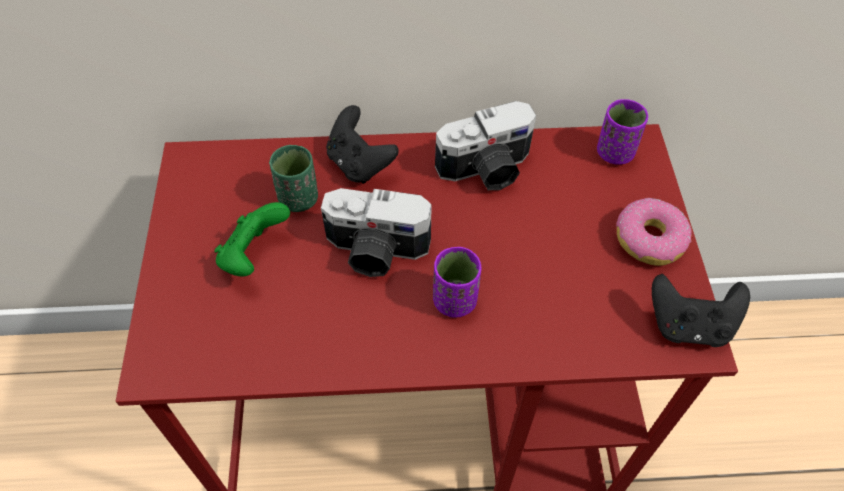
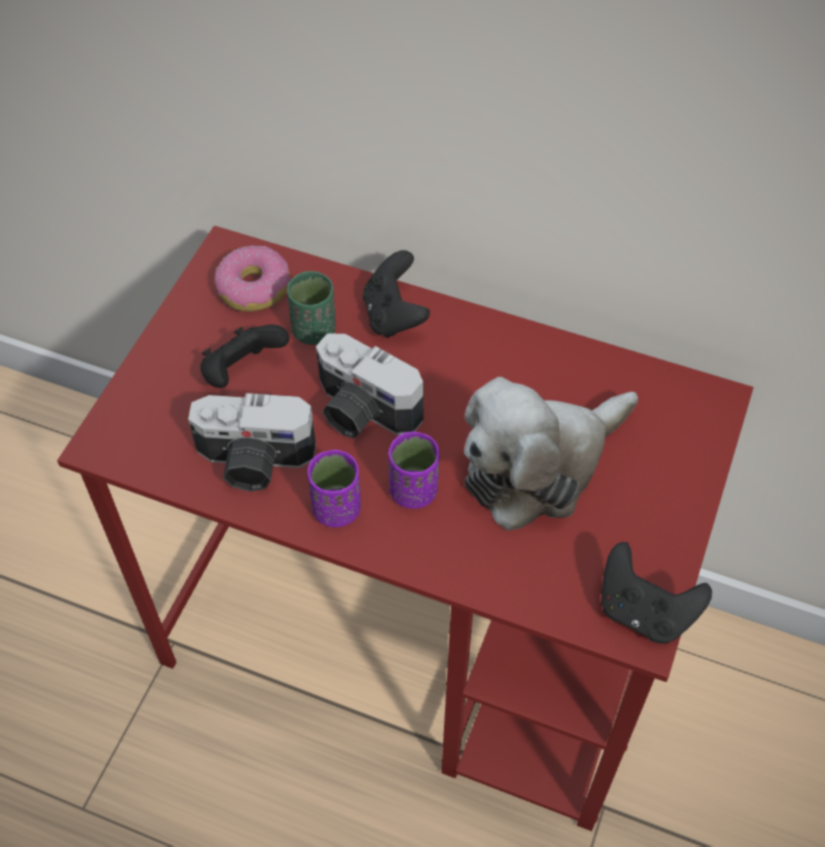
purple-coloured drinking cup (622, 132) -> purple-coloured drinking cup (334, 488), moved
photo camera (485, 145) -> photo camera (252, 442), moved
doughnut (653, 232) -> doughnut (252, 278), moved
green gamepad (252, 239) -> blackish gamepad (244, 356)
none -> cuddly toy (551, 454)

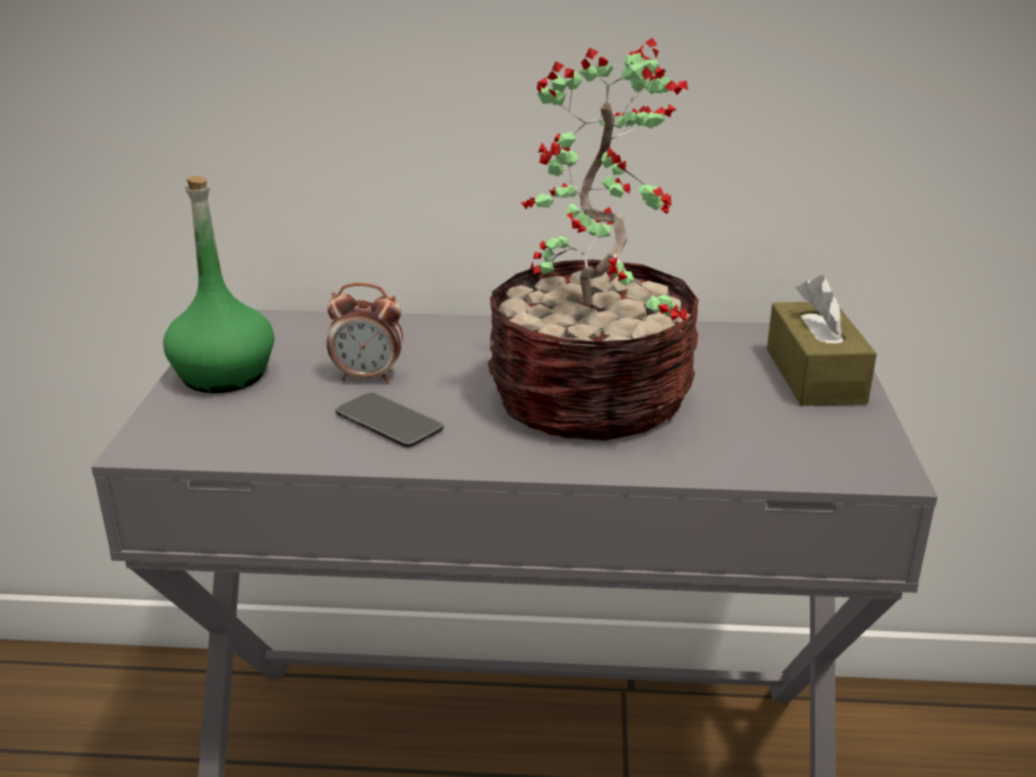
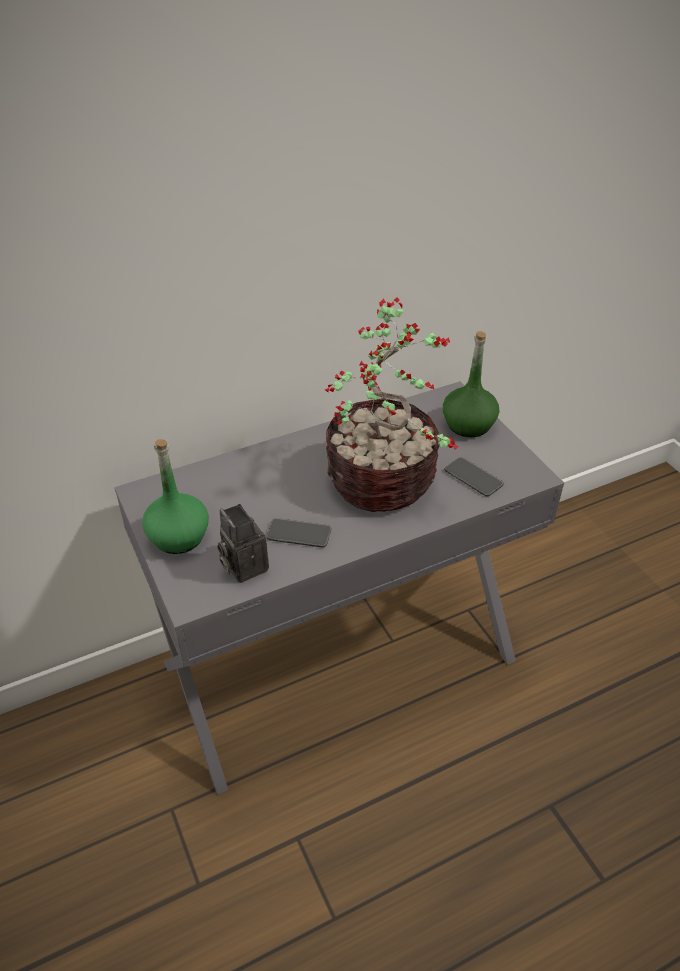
brown-coloured box of tissues (822, 340) -> green bottle (471, 384)
table clock (365, 333) -> none
none -> telephone (474, 476)
none -> photo camera (243, 543)

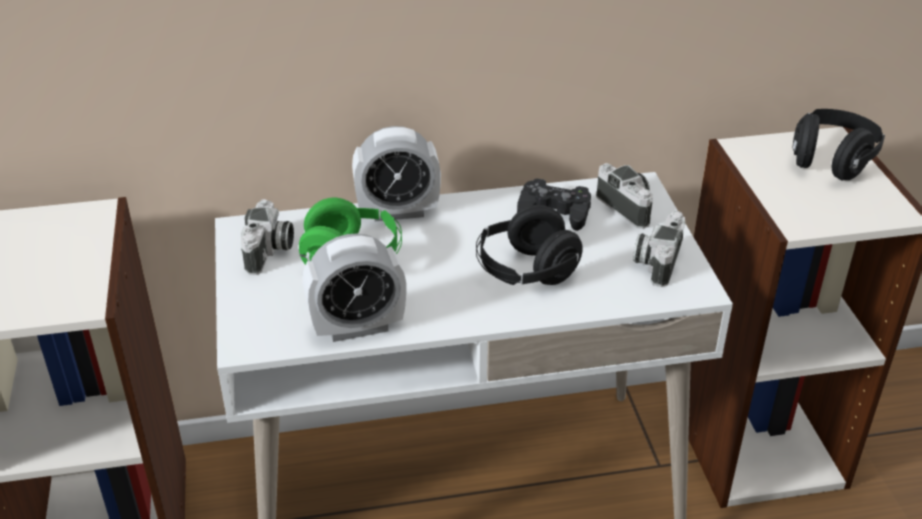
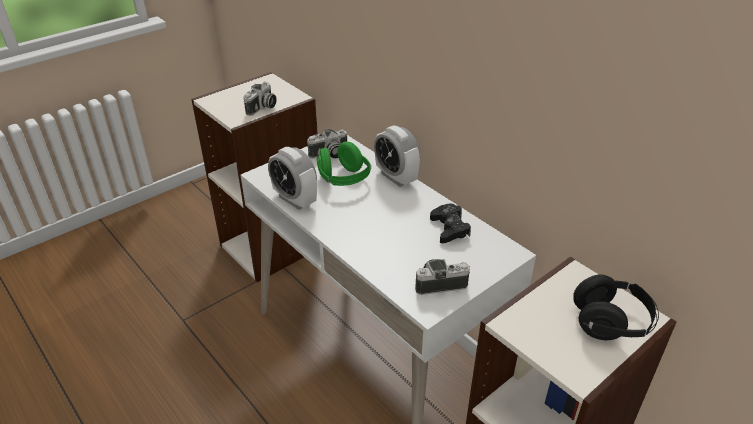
photo camera (624, 196) -> photo camera (260, 98), moved
blackish headset (529, 245) -> none

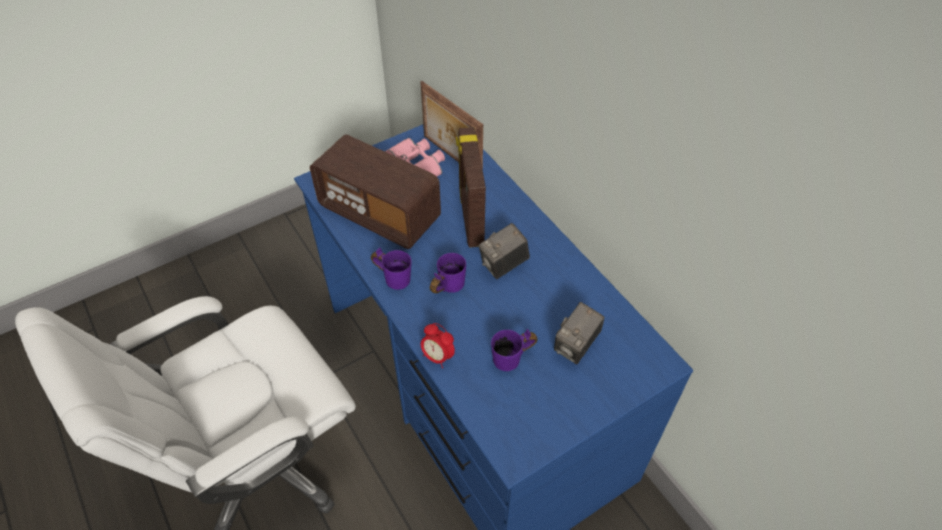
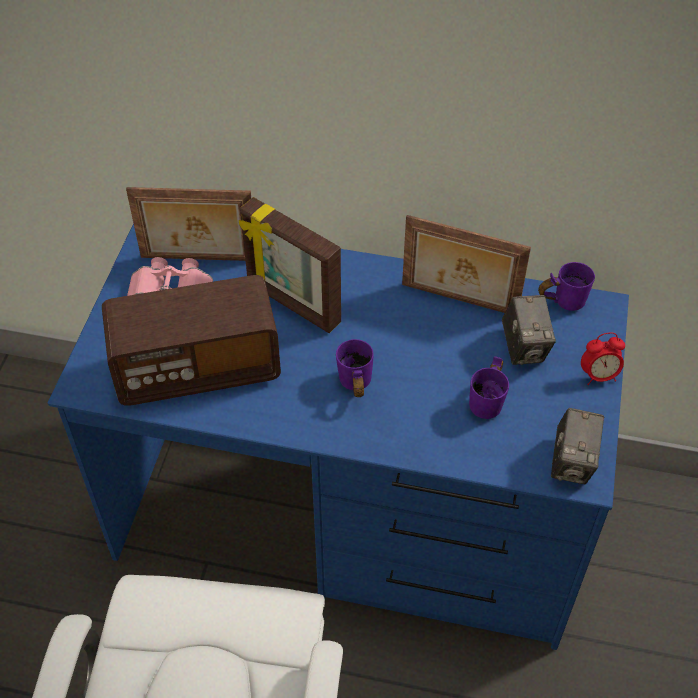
photo camera (504, 251) -> photo camera (578, 446), moved
purple-coloured tea mug (391, 269) -> purple-coloured tea mug (566, 286), moved
table clock (438, 345) -> table clock (603, 359), moved
none -> standing frame (466, 264)

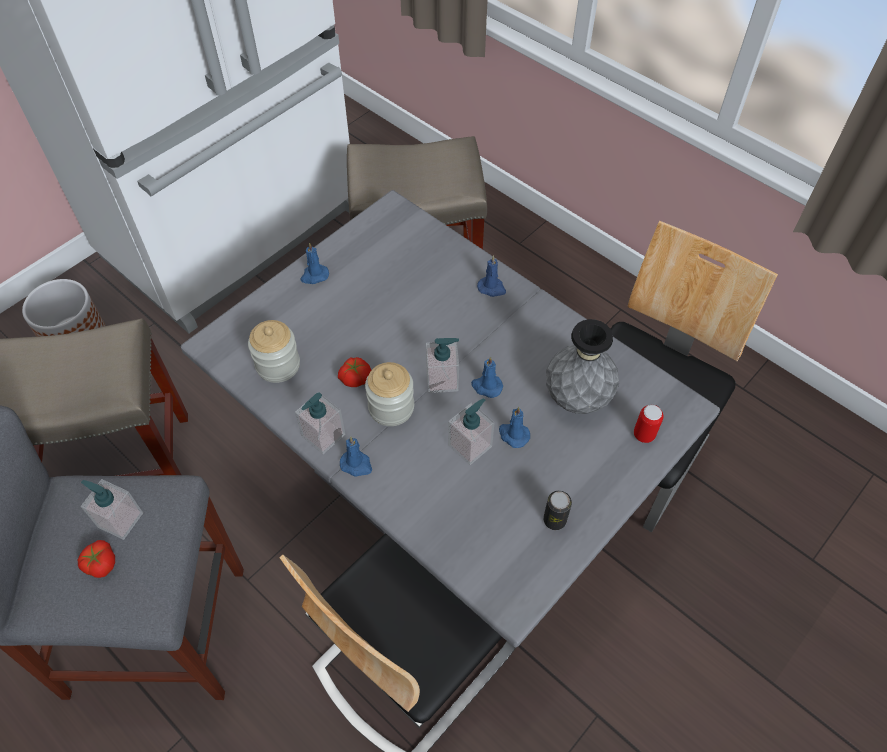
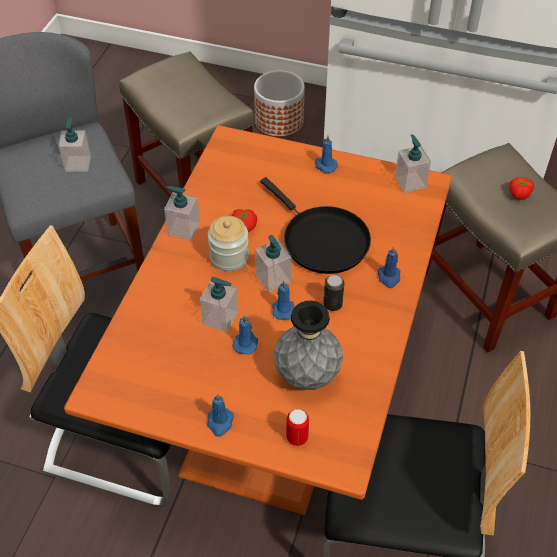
greyish dining table (450, 418) -> orangey dining table (258, 320)
jar (274, 351) -> none
blue-coloured wax candle (356, 456) -> blue-coloured wax candle (221, 415), moved
can (557, 510) -> can (333, 293), moved
whole tomato (96, 559) -> whole tomato (521, 188), moved
none -> soap bottle (413, 163)
none -> blackish pan (316, 225)

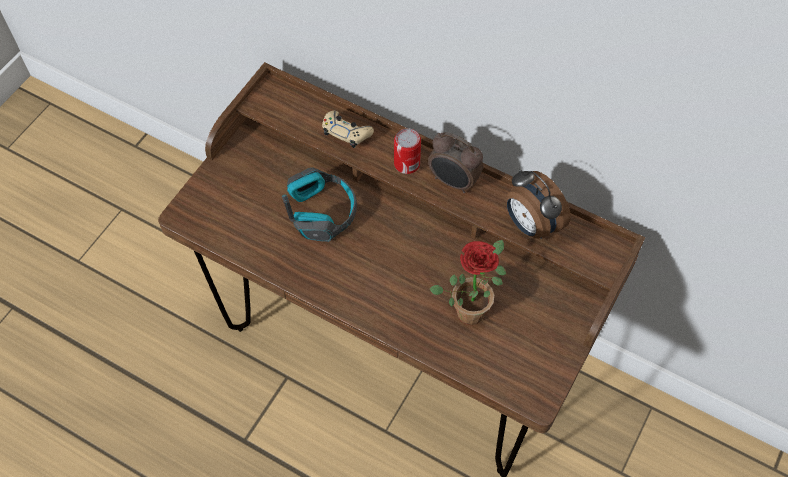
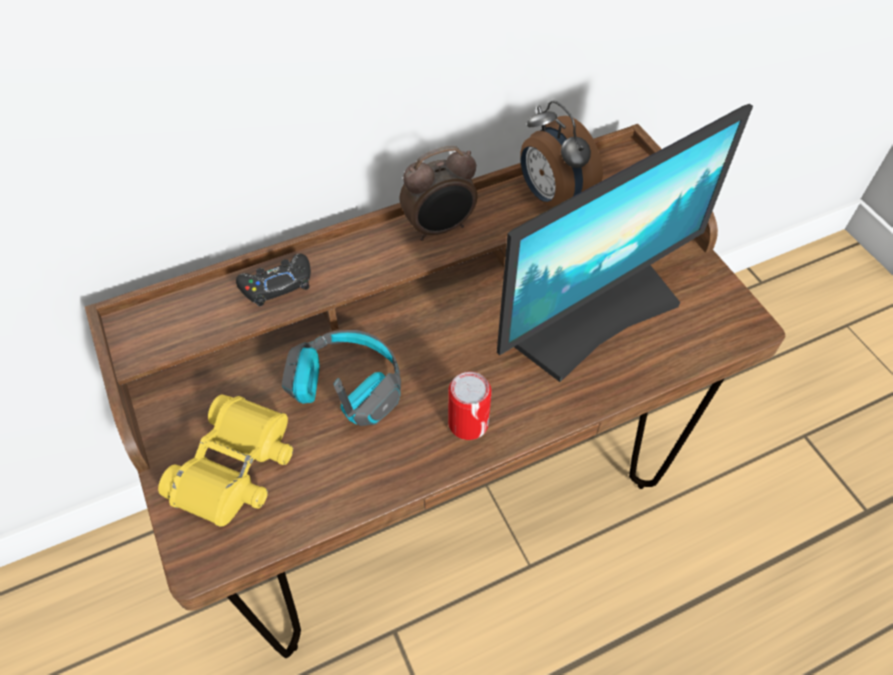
sand-coloured gamepad (348, 129) -> blackish gamepad (273, 280)
can (407, 151) -> can (469, 406), moved
table clock (538, 204) -> table clock (562, 154), 60 degrees clockwise
potted plant (467, 282) -> computer display (625, 243)
none -> yellow field glasses (225, 461)

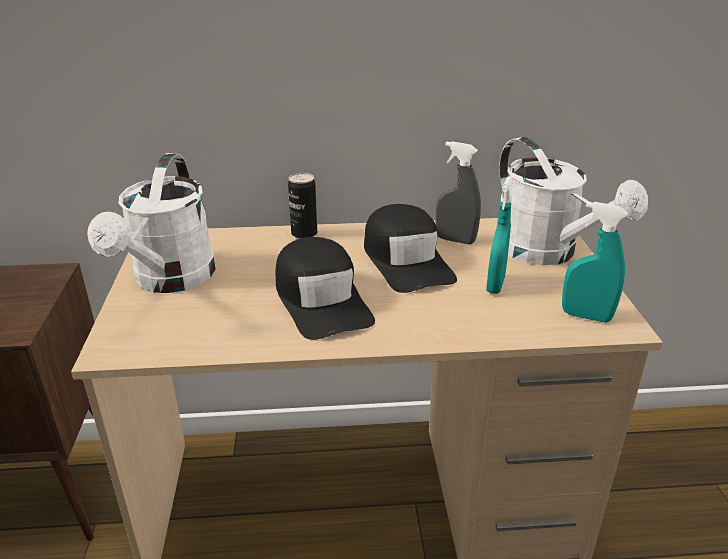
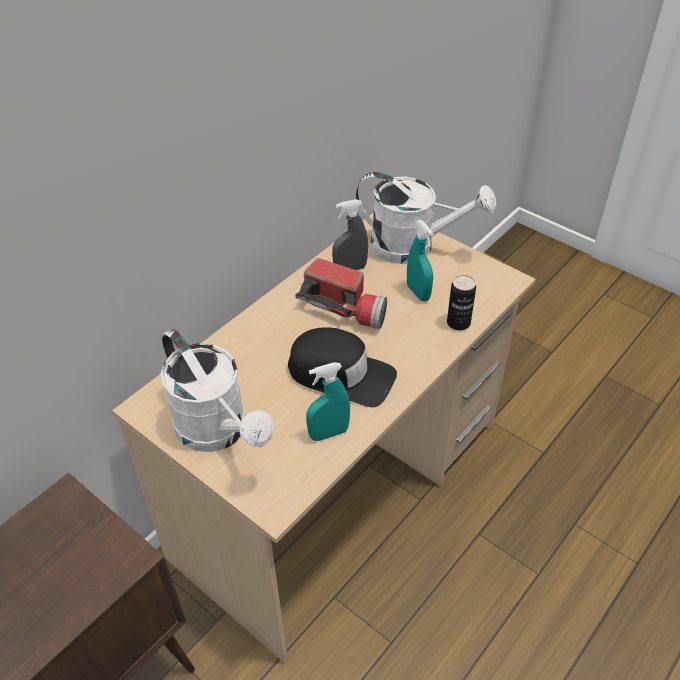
can (302, 206) -> can (461, 302), moved
blue-green spray bottle (595, 262) -> blue-green spray bottle (328, 401), moved
blackish baseball cap (410, 248) -> hand torch (341, 293)

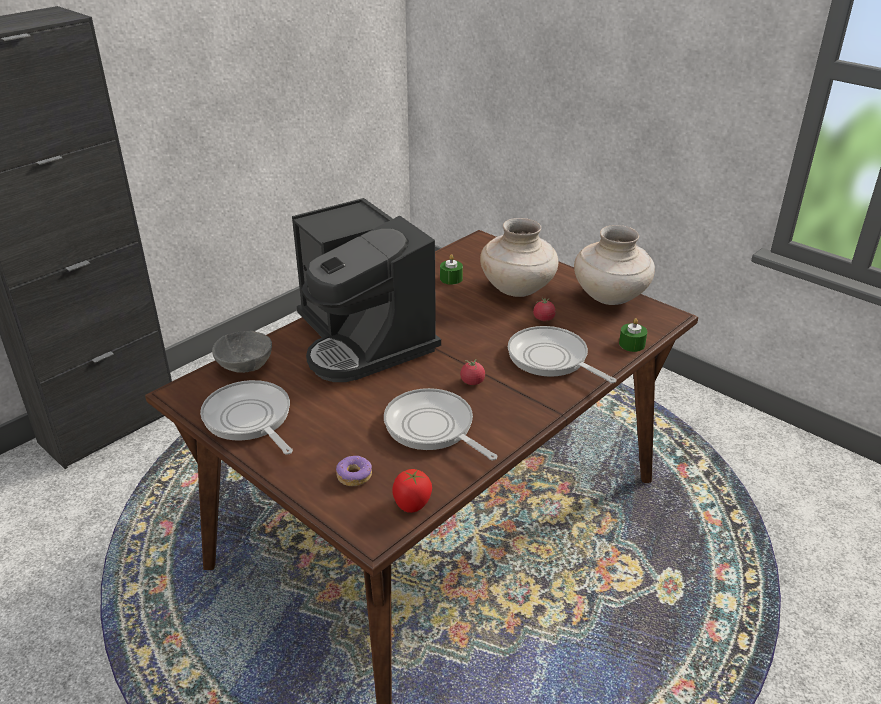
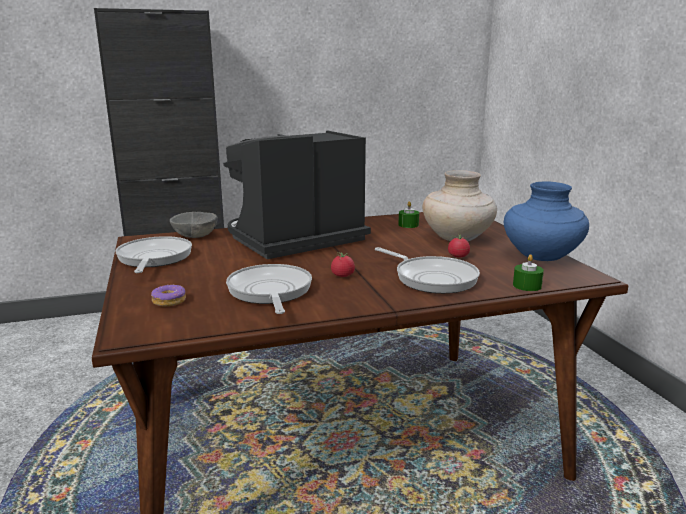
coffee machine (366, 290) -> coffee machine (297, 195), 60 degrees clockwise
sand-coloured vase (614, 265) -> blue-coloured vase (546, 221)
pan (562, 354) -> pan (427, 270), 150 degrees clockwise
whole tomato (412, 491) -> none

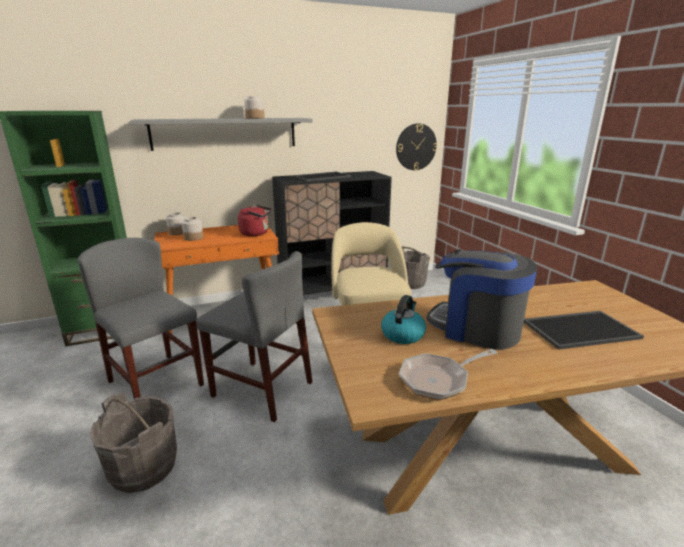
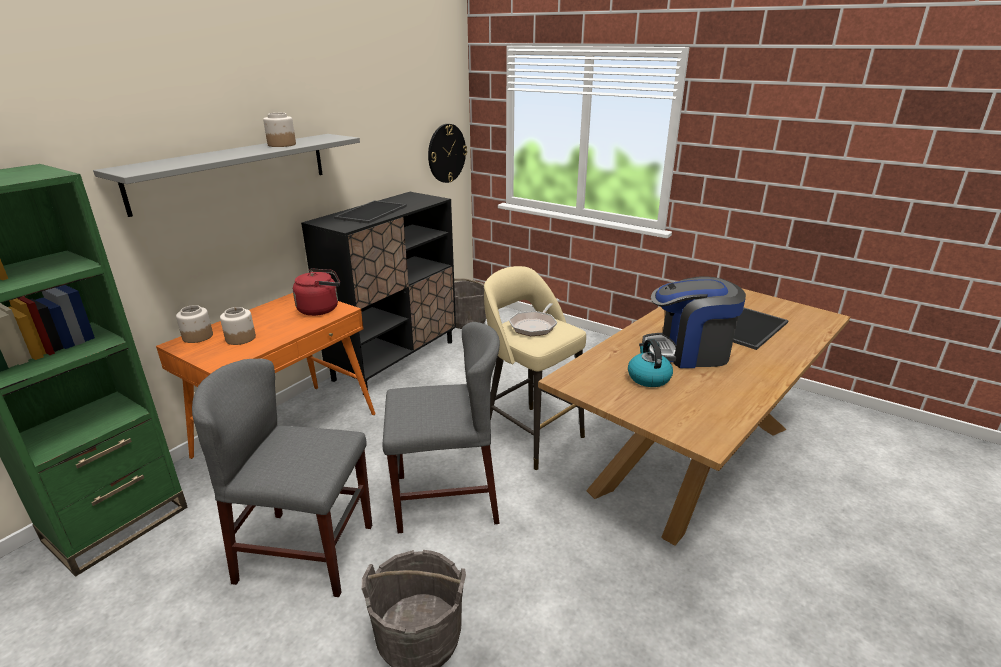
pan (448, 374) -> pan (534, 317), moved

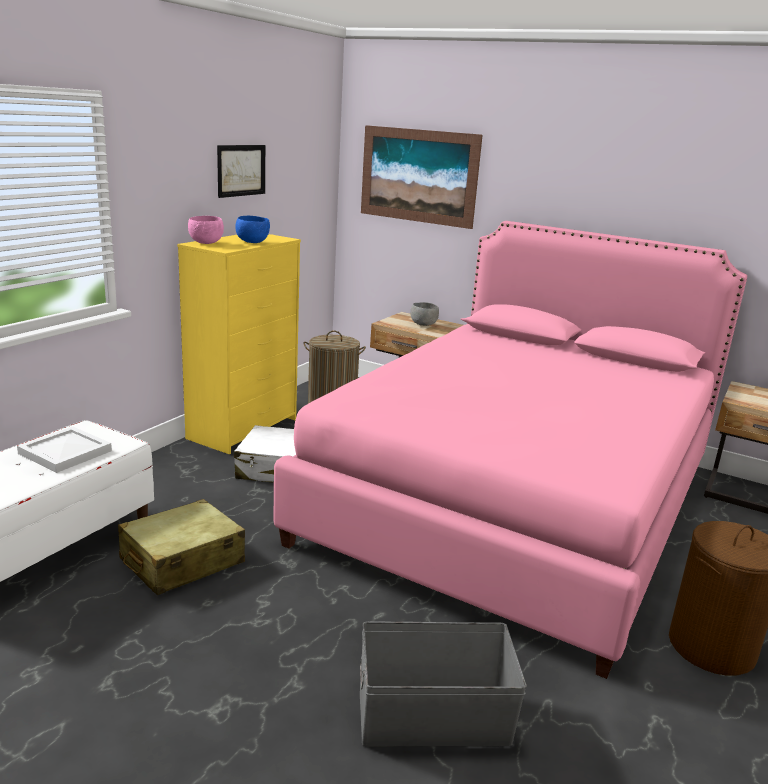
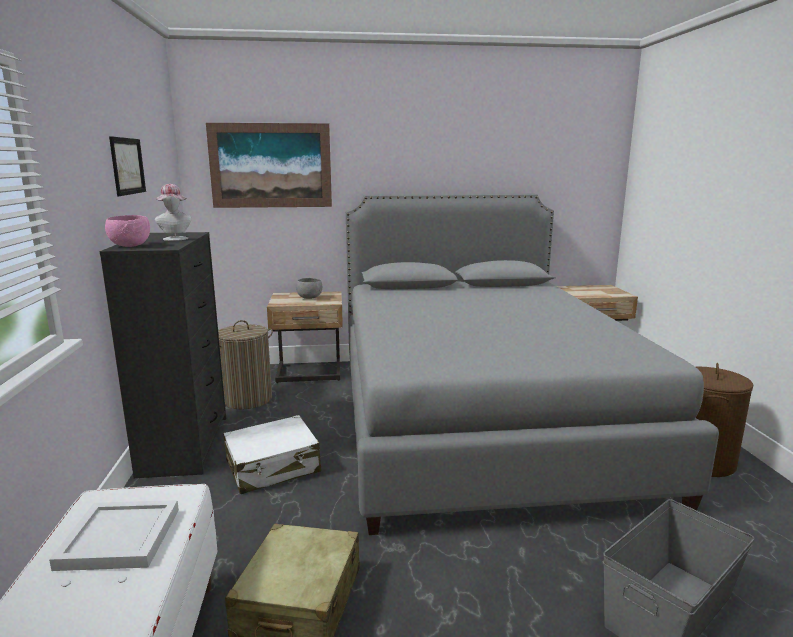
blue-coloured serving bowl (252, 229) -> wearable hat (173, 212)
pink bedroom bed (510, 450) -> greyish bedroom bed (532, 364)
yellow drawer chest (239, 344) -> blackish drawer chest (162, 355)

